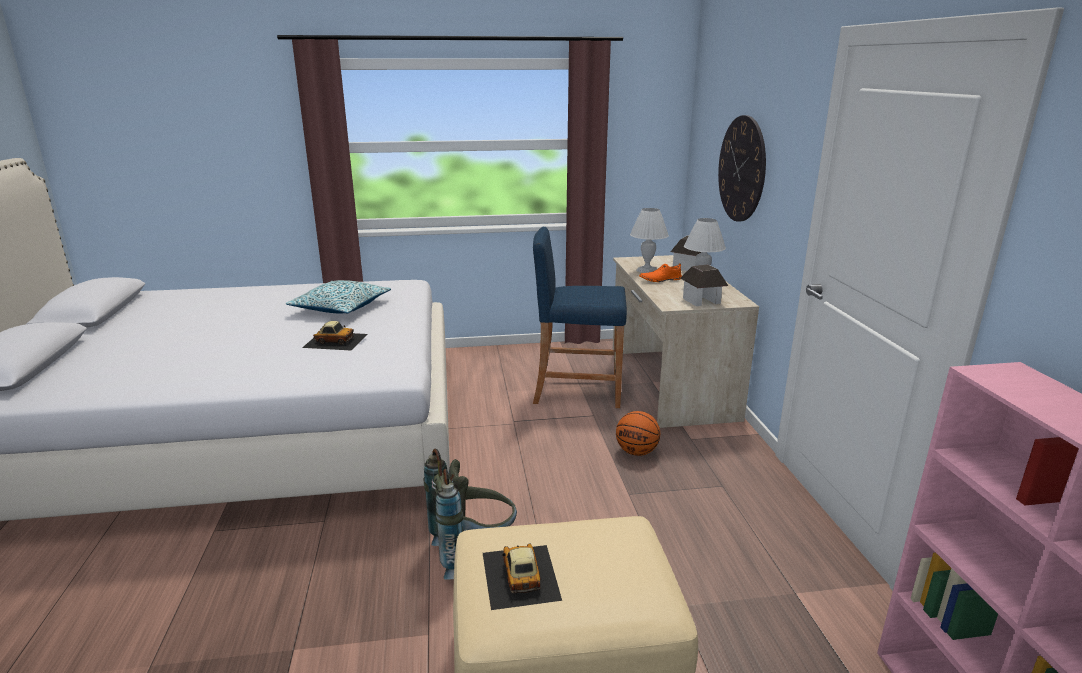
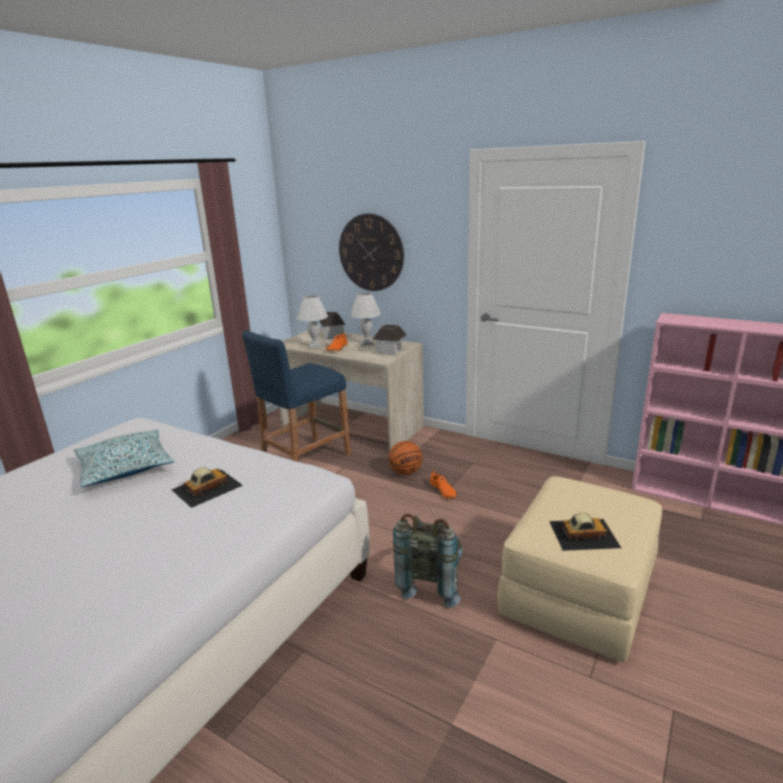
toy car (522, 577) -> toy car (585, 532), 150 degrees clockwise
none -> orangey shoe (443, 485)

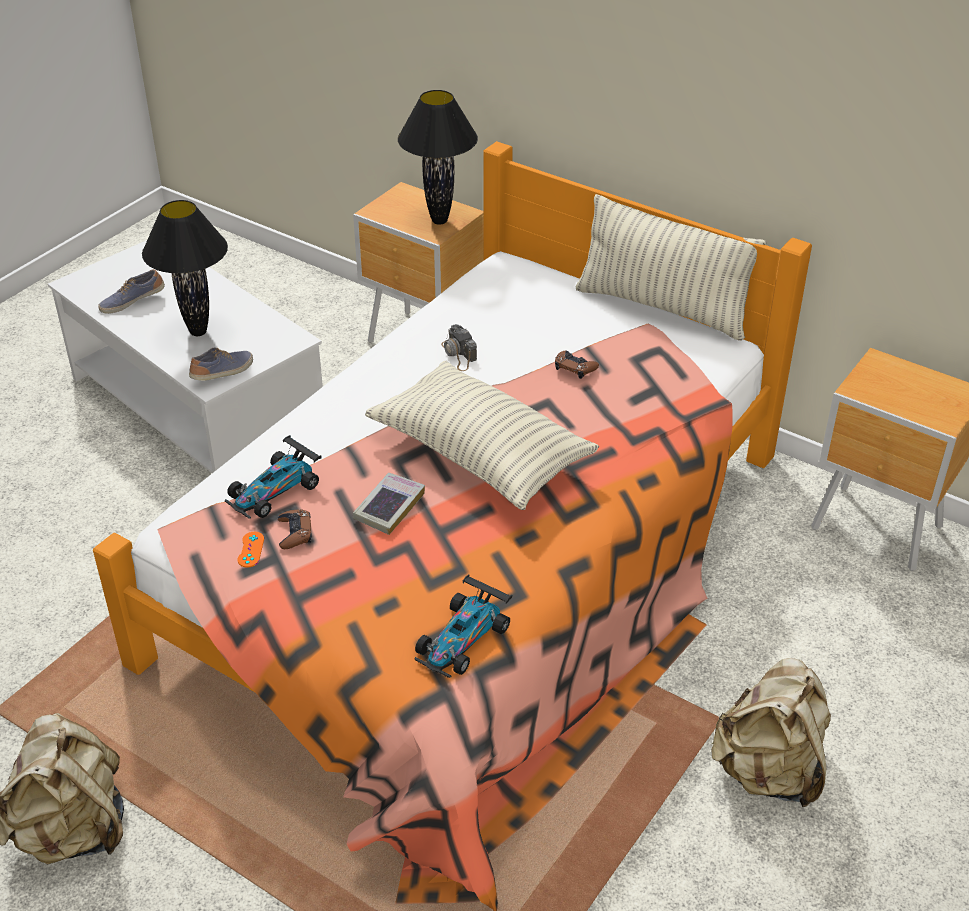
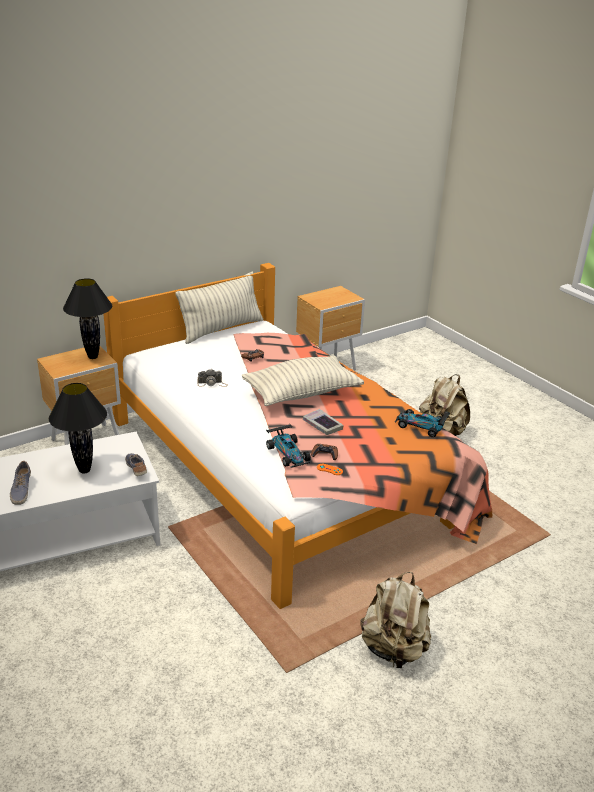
toy car (463, 626) -> toy car (422, 423), 150 degrees clockwise

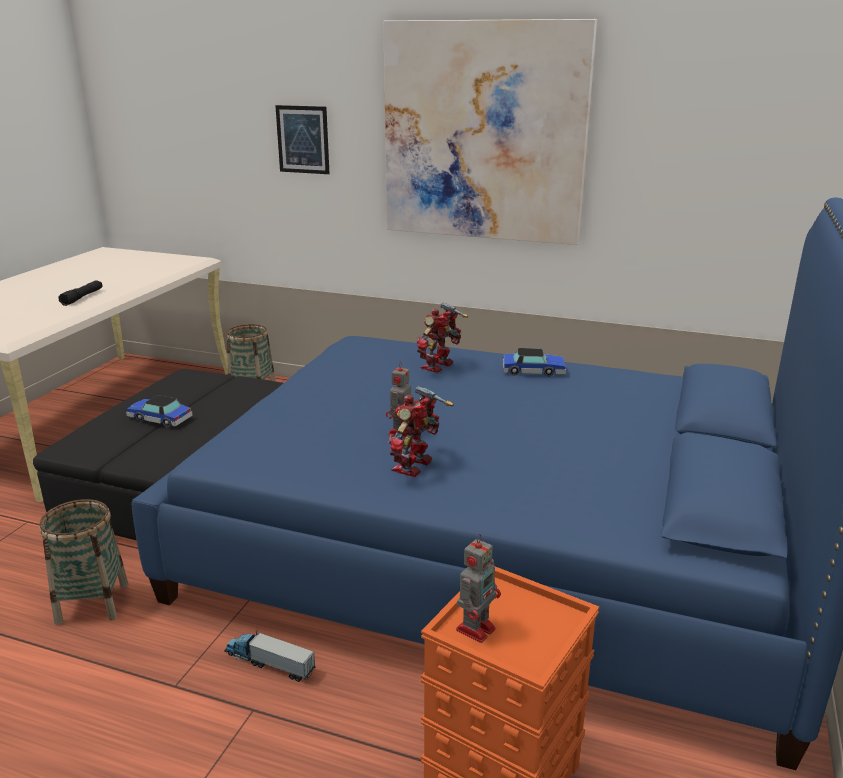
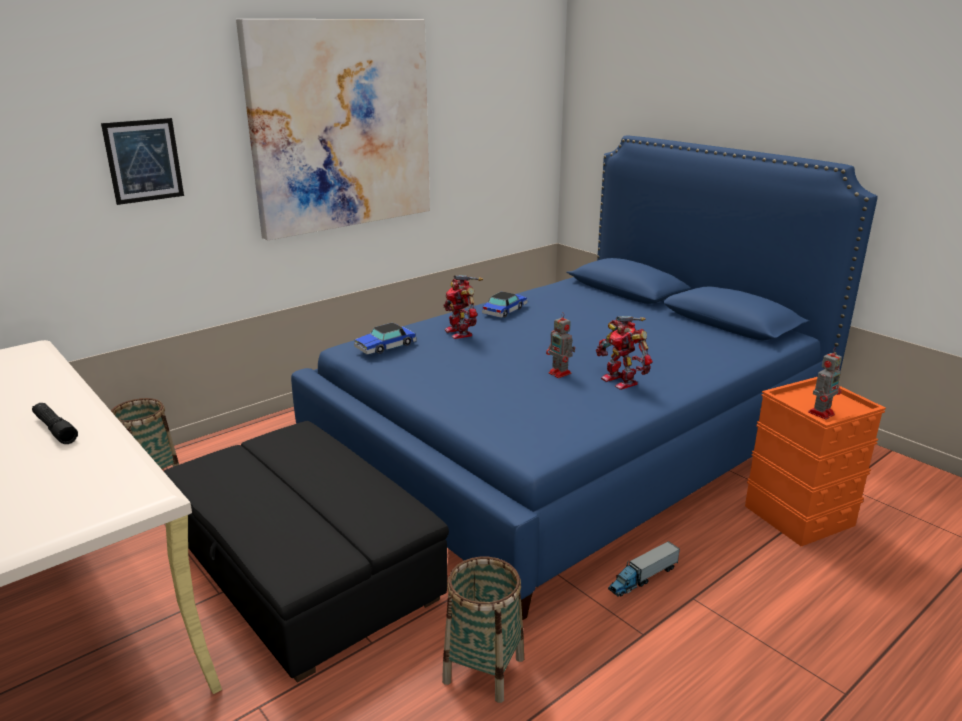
toy car (159, 411) -> toy car (385, 338), moved
model robot (478, 588) -> model robot (825, 383), 75 degrees clockwise

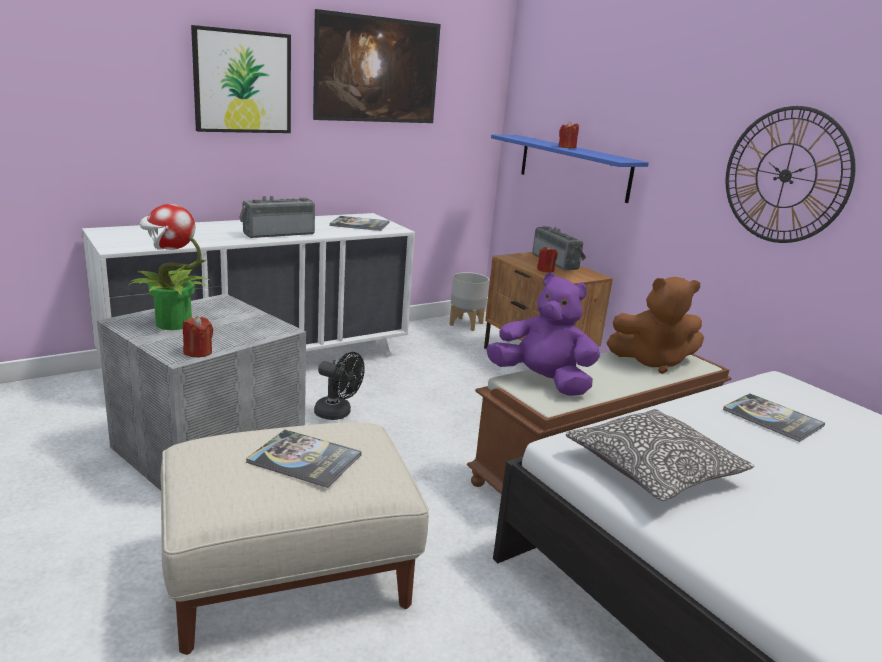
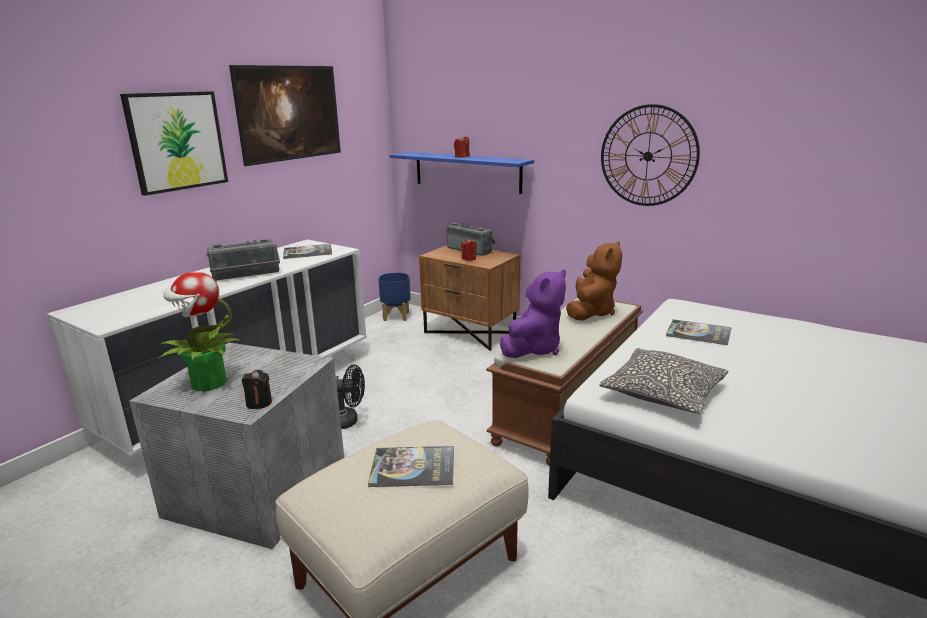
radio receiver (277, 217) -> radio receiver (243, 259), 150 degrees counterclockwise
greyish flower pot (469, 301) -> blue-coloured flower pot (394, 296)
purple-coloured cuddly toy (543, 334) -> purple-coloured cuddly toy (533, 313), 120 degrees clockwise
brown-coloured cuddly toy (655, 325) -> brown-coloured cuddly toy (594, 281), 45 degrees counterclockwise
red-coloured wax candle (198, 336) -> blackish wax candle (257, 389)

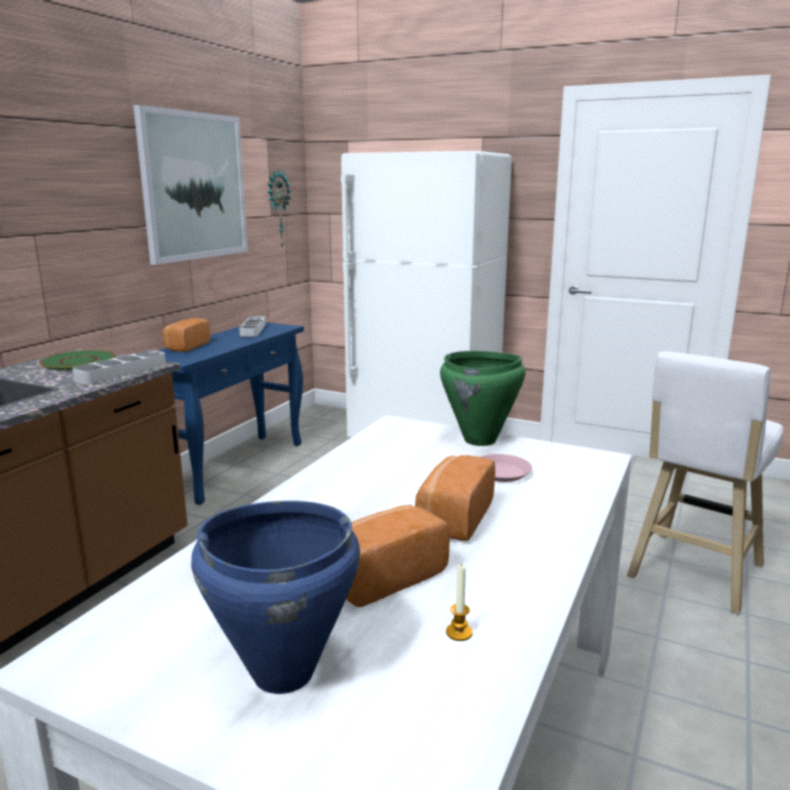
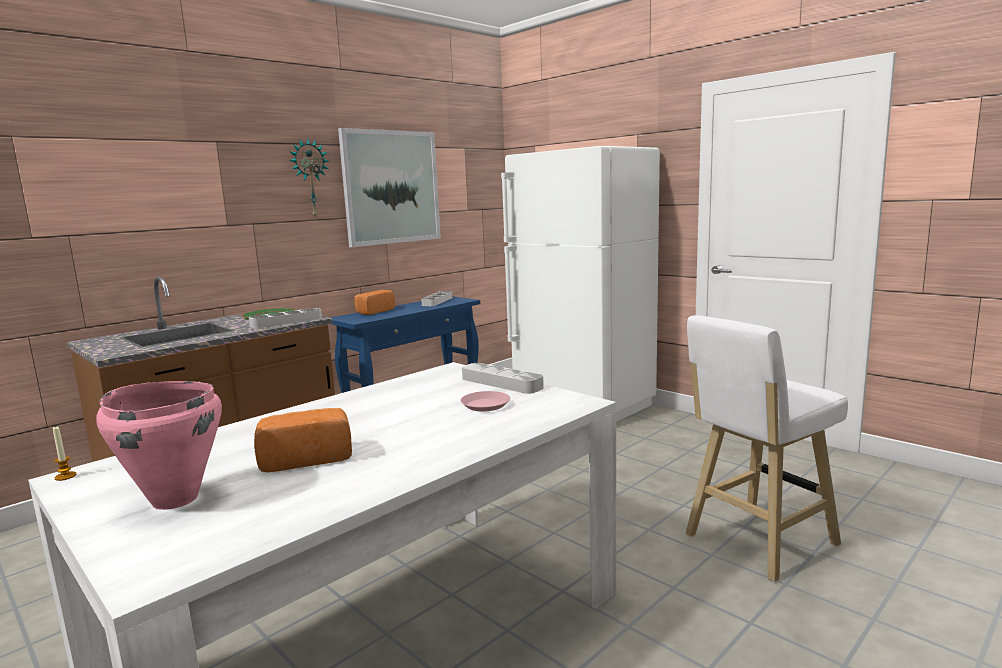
hanging clock (279, 209) -> hanging clock (309, 178), moved
green cooking pot (483, 398) -> greyish carrying tray (503, 378)
bakery bread (455, 498) -> none
blue-coloured cooking pot (275, 597) -> pink cooking pot (159, 445)
wax candle (459, 602) -> wax candle (64, 453), moved

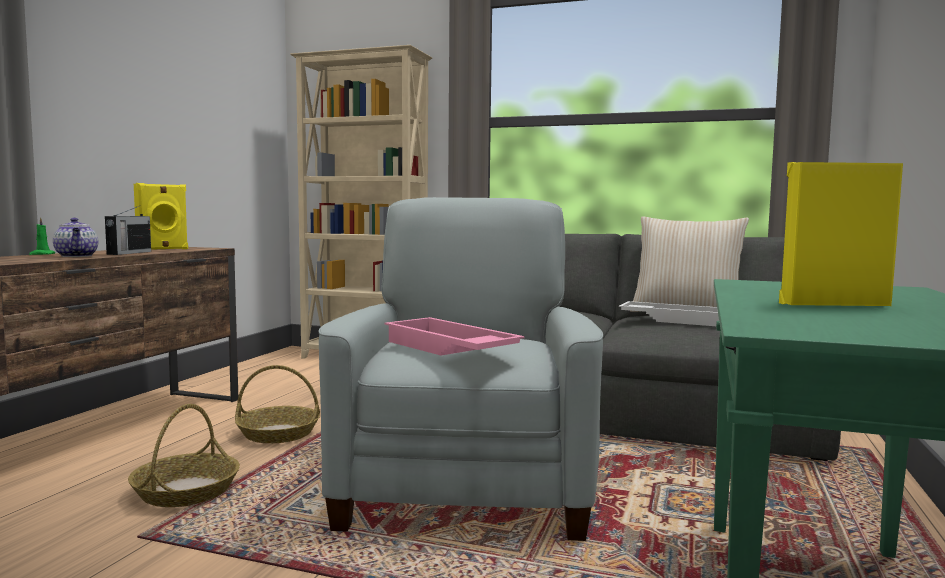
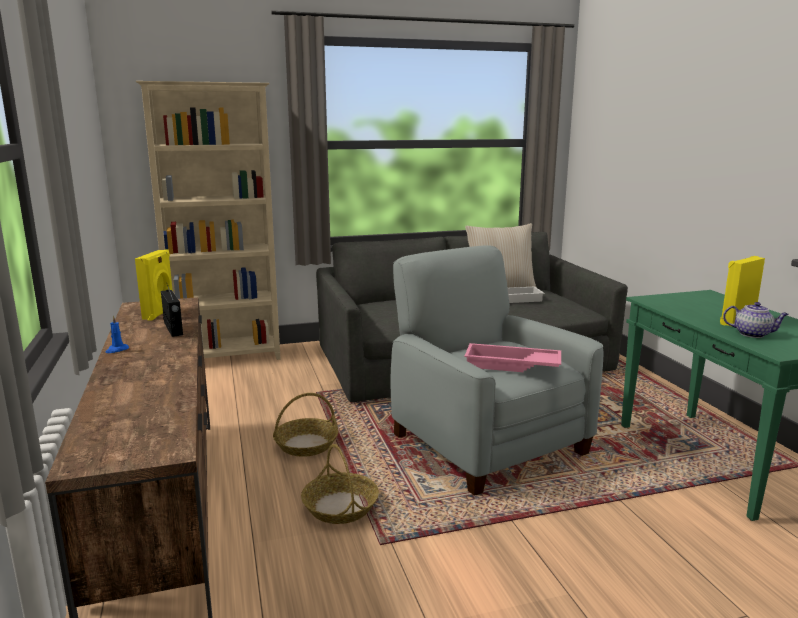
green wax candle (42, 236) -> blue-coloured wax candle (117, 334)
tea pot (75, 237) -> tea pot (756, 320), moved

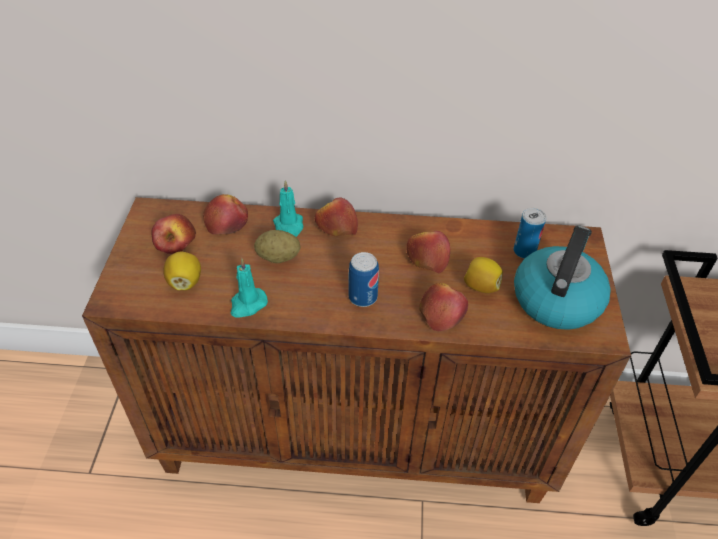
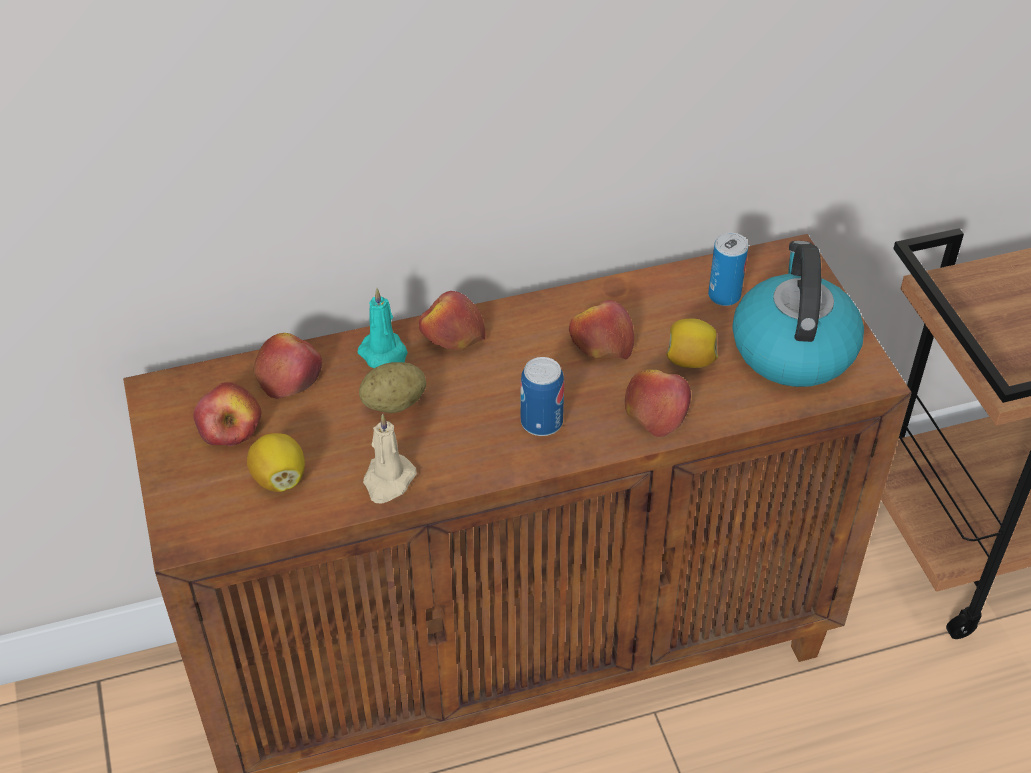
blue-green wax candle (249, 287) -> sand-coloured wax candle (390, 459)

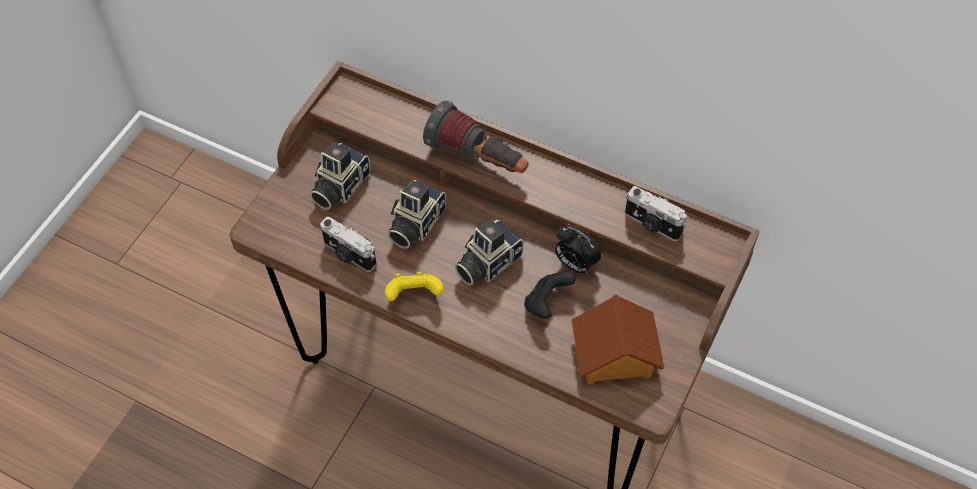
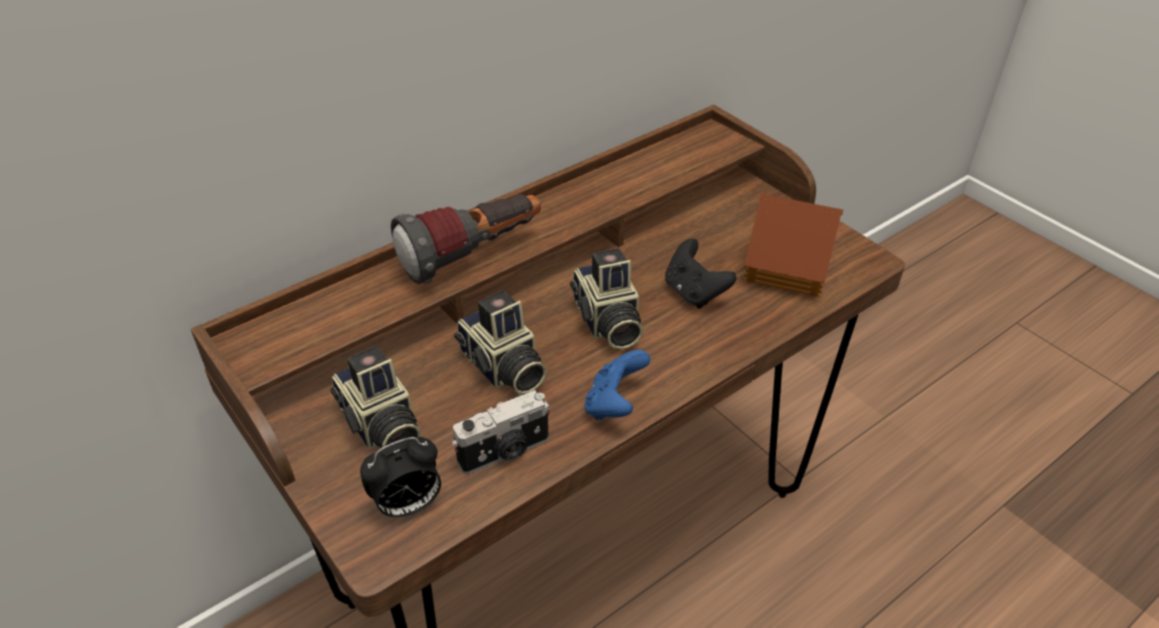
photo camera (656, 213) -> none
table clock (578, 249) -> table clock (400, 477), moved
yellow gamepad (414, 286) -> blue-coloured gamepad (617, 385)

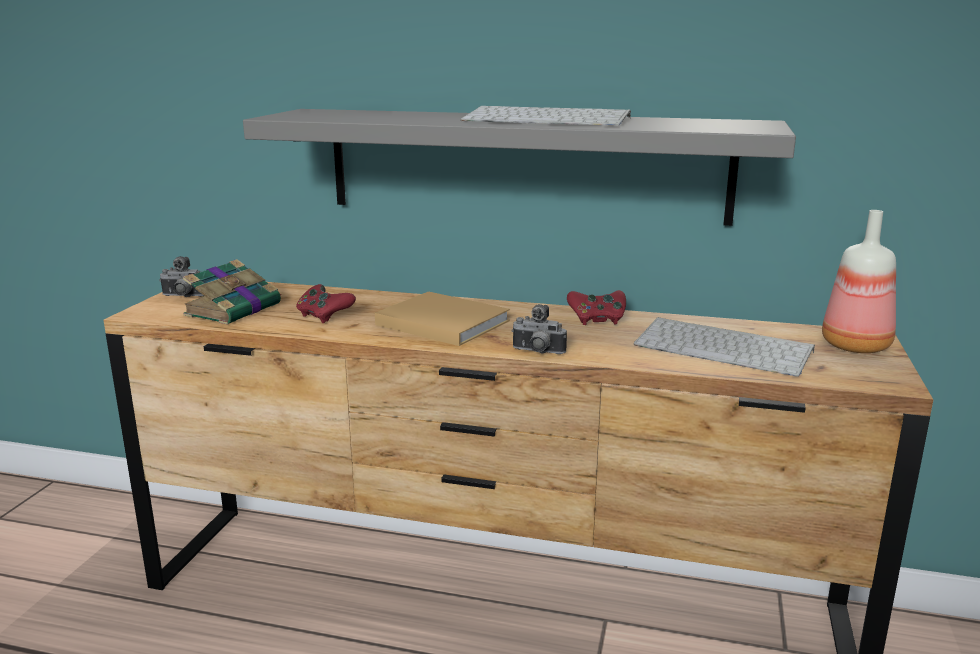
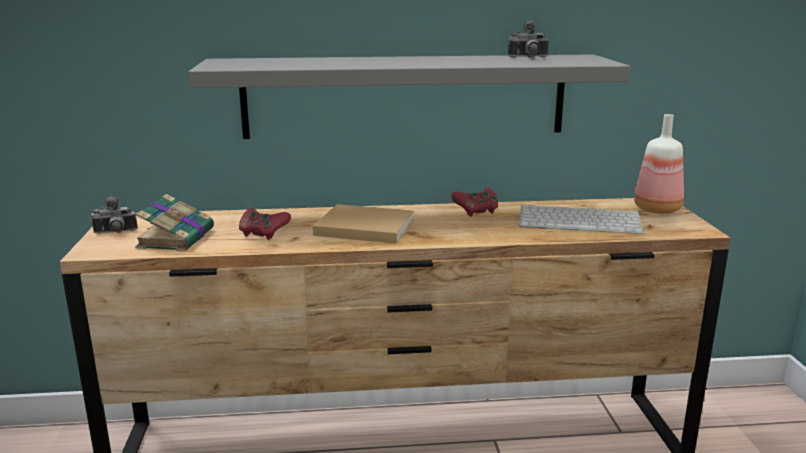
keyboard (545, 116) -> none
photo camera (539, 329) -> photo camera (528, 39), moved

